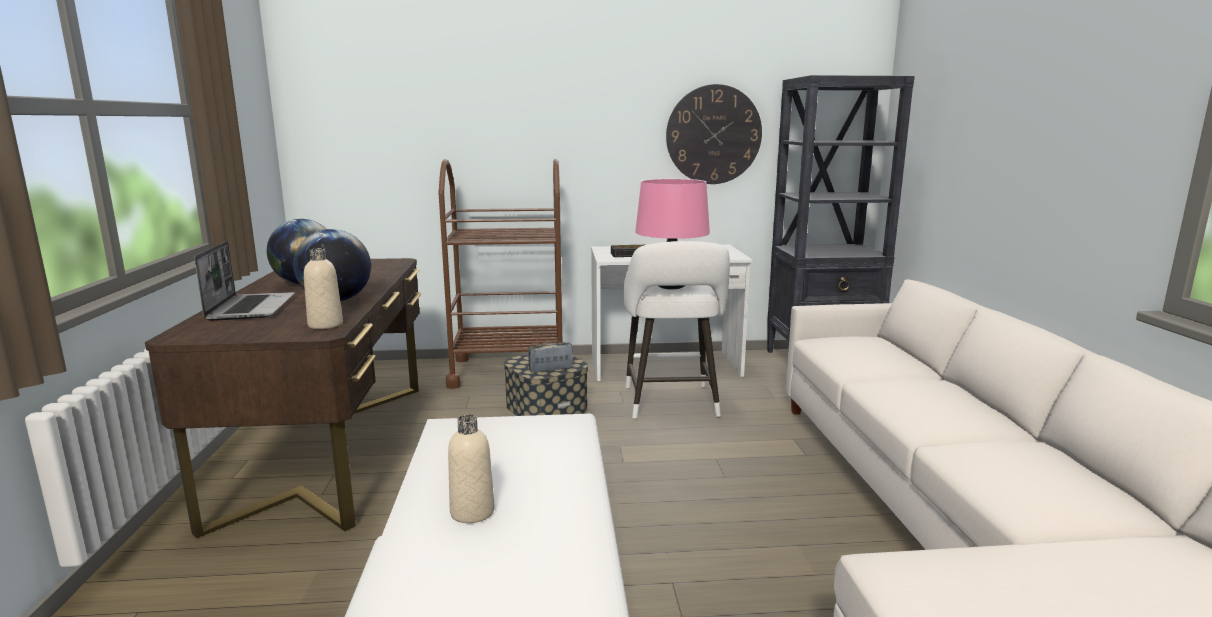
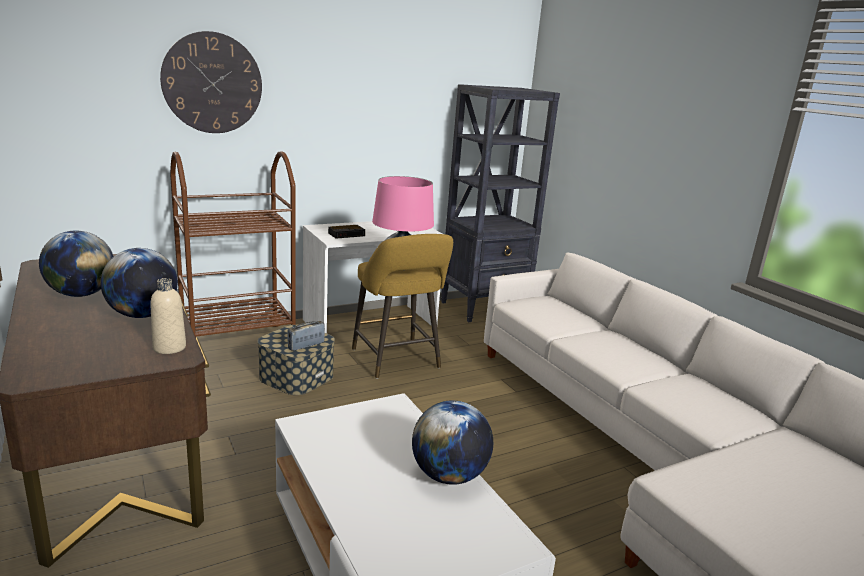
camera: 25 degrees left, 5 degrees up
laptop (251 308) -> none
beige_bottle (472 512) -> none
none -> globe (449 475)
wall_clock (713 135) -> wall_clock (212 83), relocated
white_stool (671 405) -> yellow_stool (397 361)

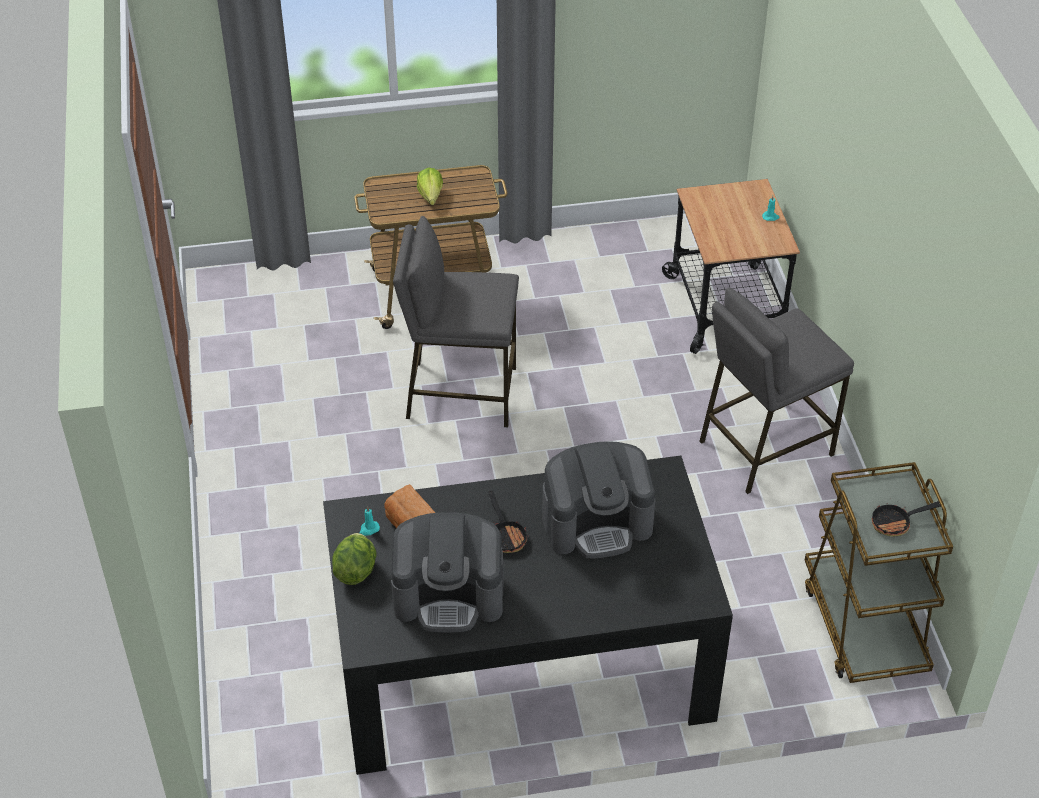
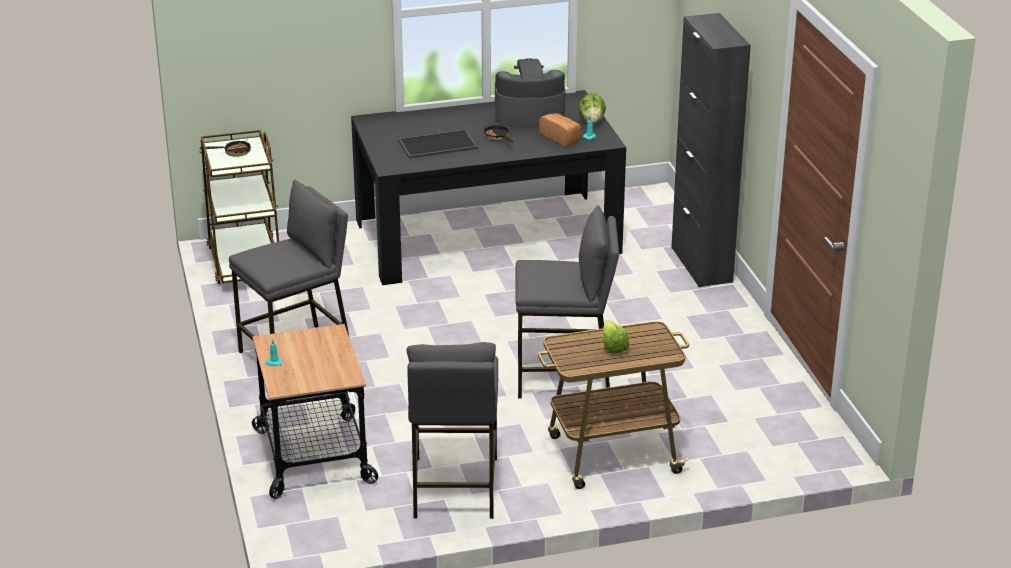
camera: 175 degrees right, 15 degrees down
none -> grey_stool (454 487)
none -> black_cabinet (701 265)
coffee_machine (597 522) -> tray (437 145)

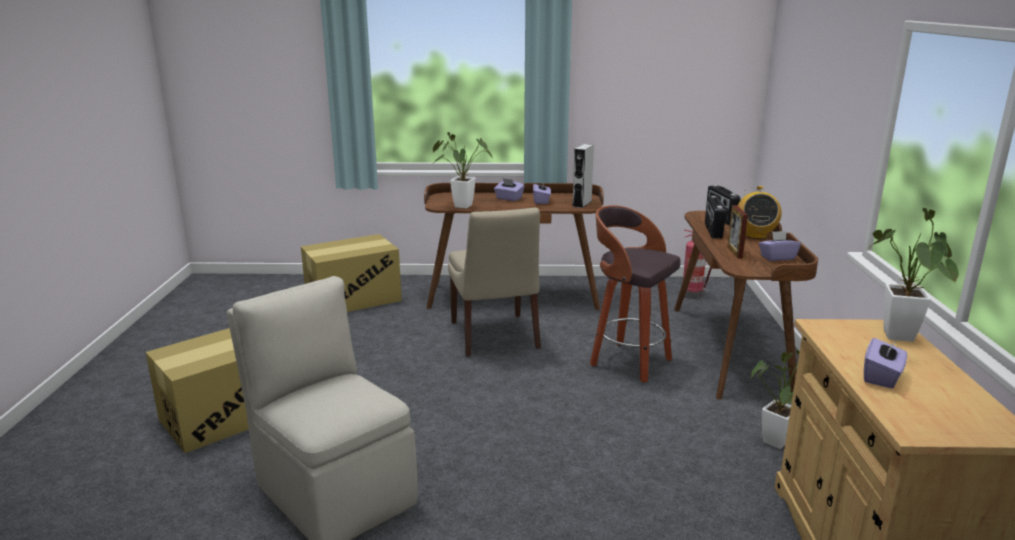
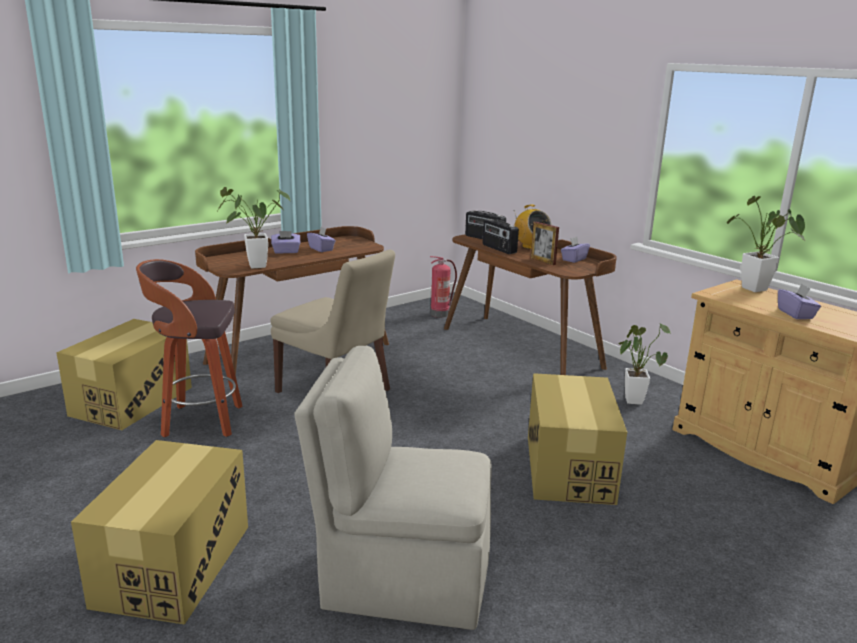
camera: 40 degrees left, 0 degrees up
grey_speaker (582 203) -> none
none -> cardboard_box (569 469)
stool (628 362) -> stool (200 421), relocated

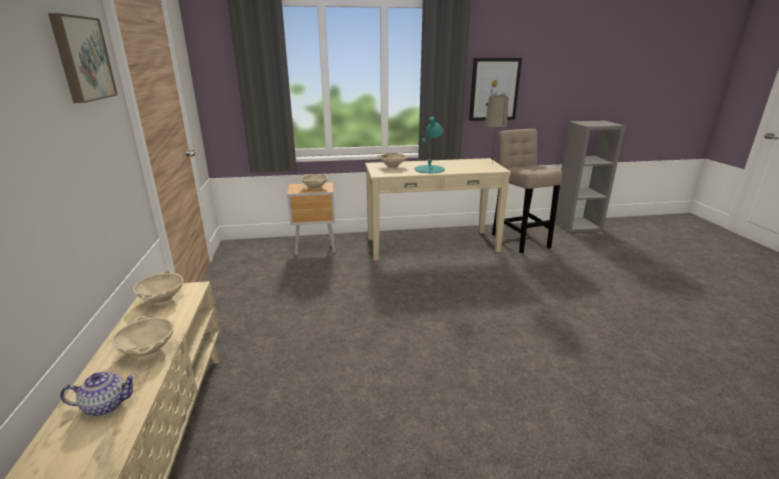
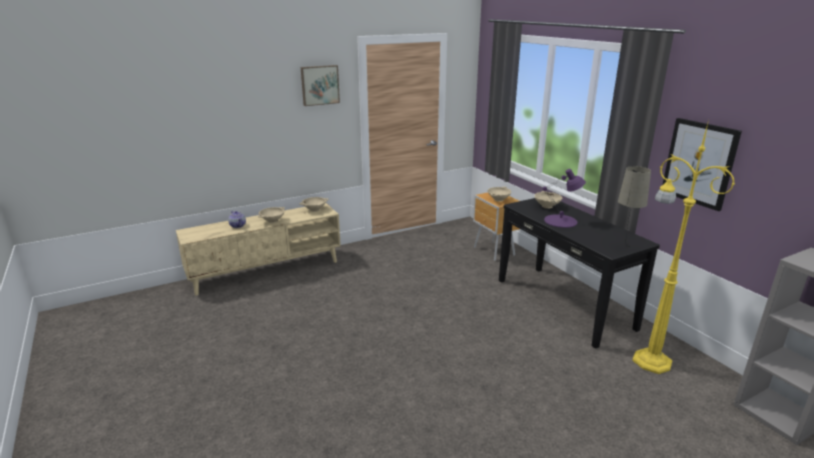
camera: 70 degrees right, 0 degrees up
beige_stool (519 239) -> yellow_floor_lamp (650 360)
beige_console_table (431 245) -> black_console_table (564 303)
turquoise_table_lamp (429 169) -> purple_table_lamp (561 221)

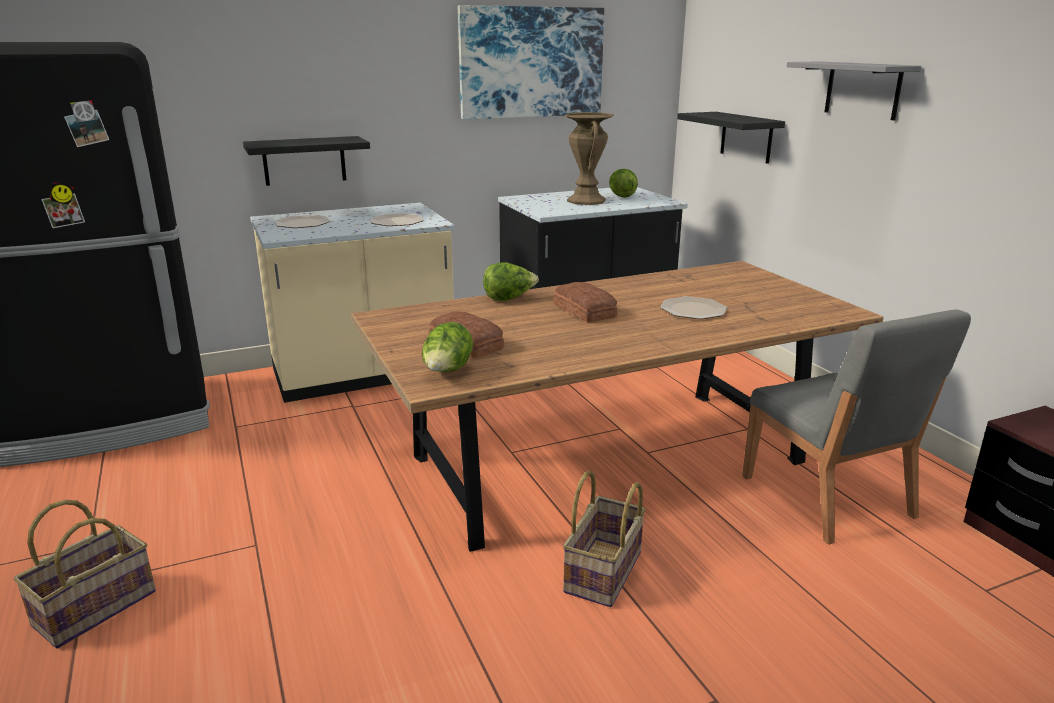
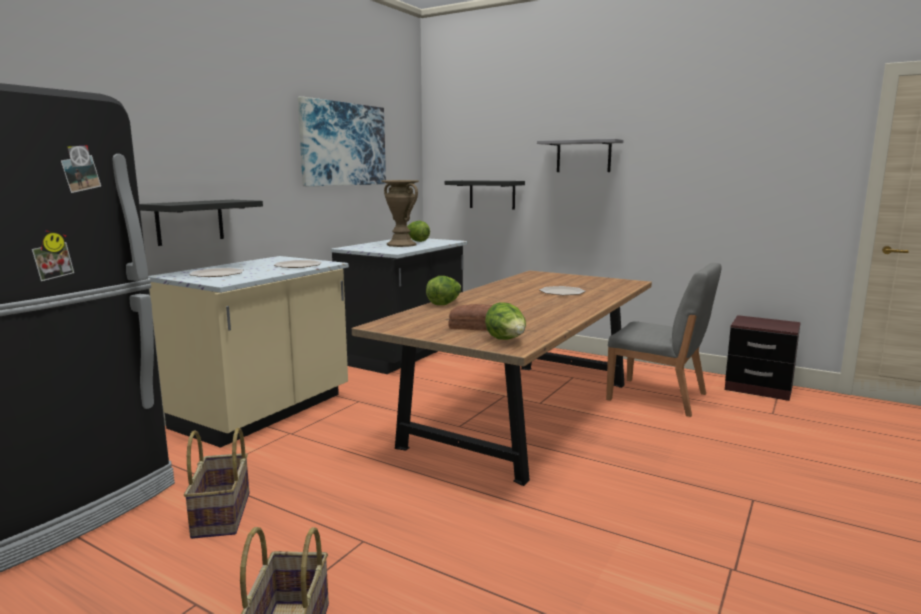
camera: 35 degrees left, 10 degrees down
bread (585 310) -> none
basket (604 573) -> basket (223 515), relocated

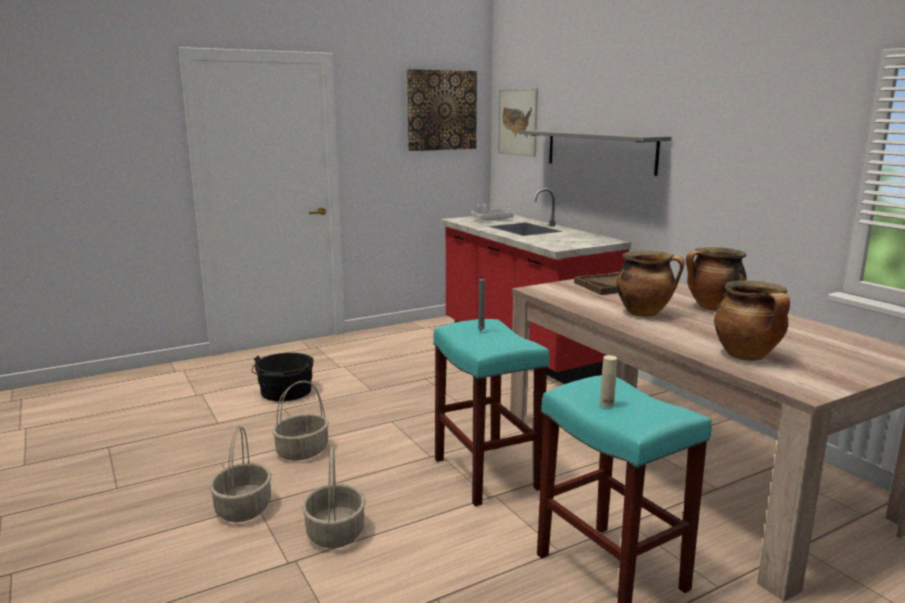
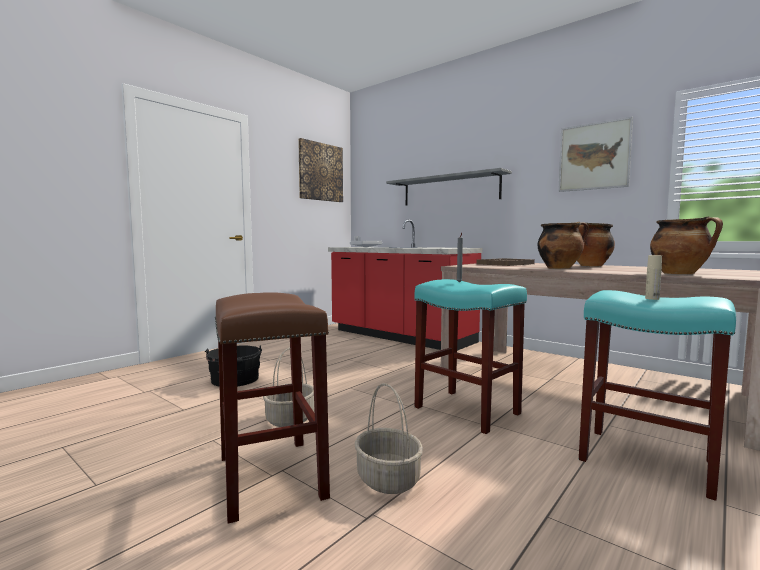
camera: 20 degrees left, 10 degrees down
picture (517 122) -> picture (593 156), relocated
basket (243 508) -> brown_stool (269 476)

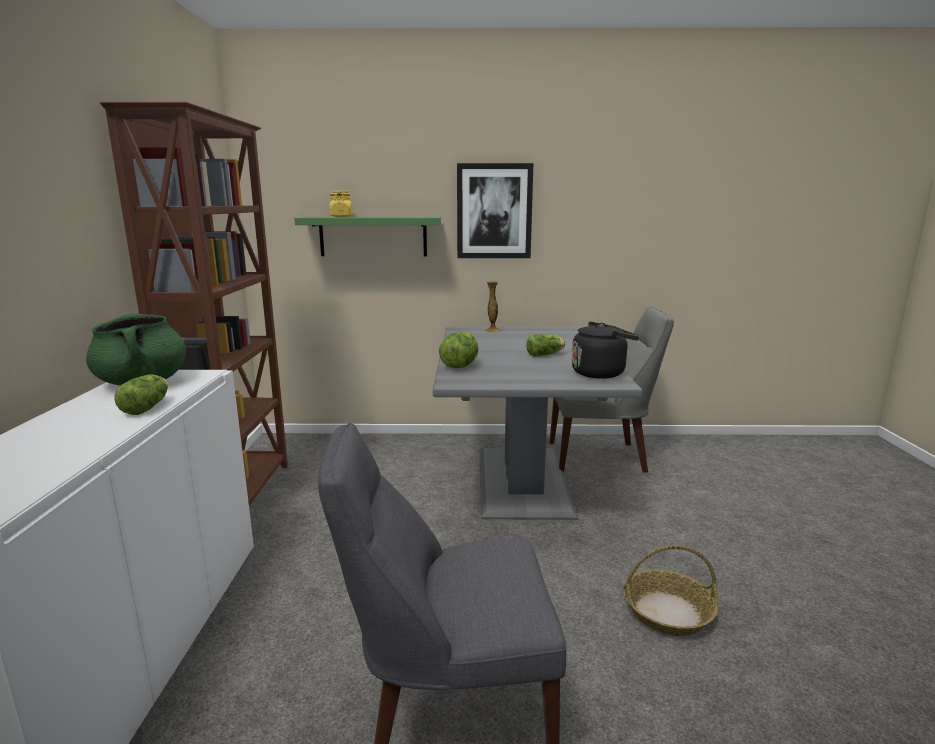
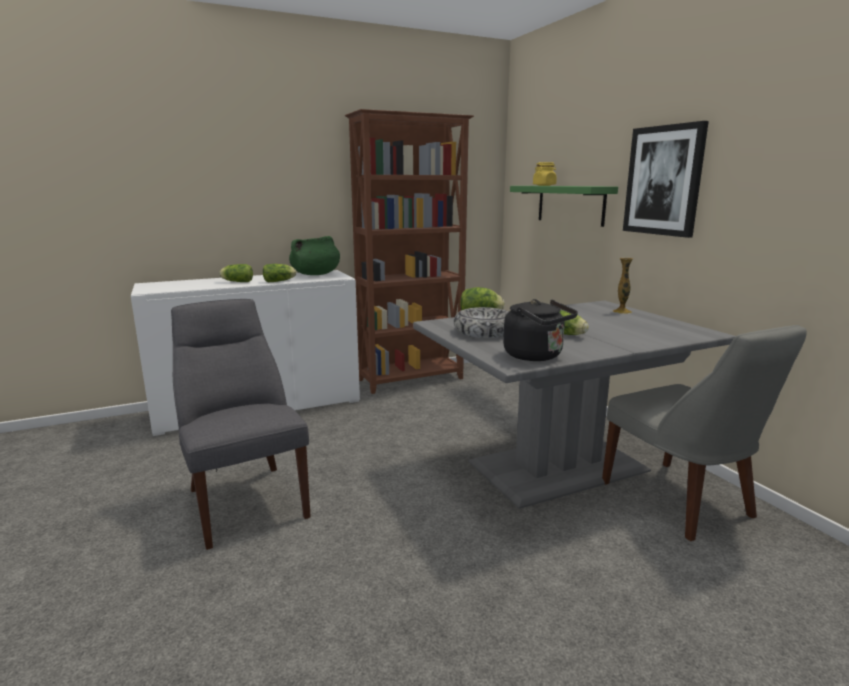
camera: 65 degrees right, 0 degrees up
basket (668 612) -> none
none -> lettuce (236 282)
none -> bowl (484 332)

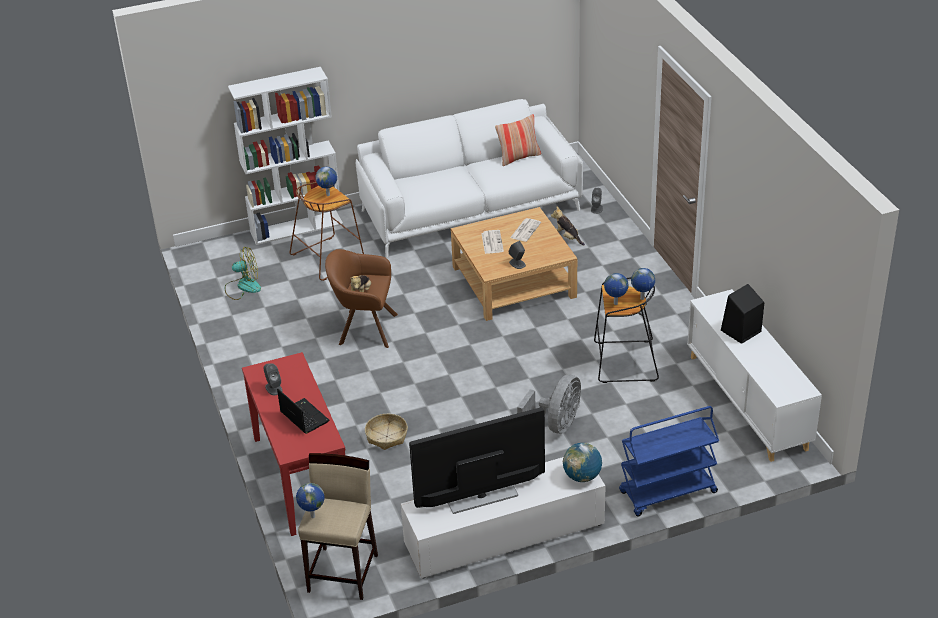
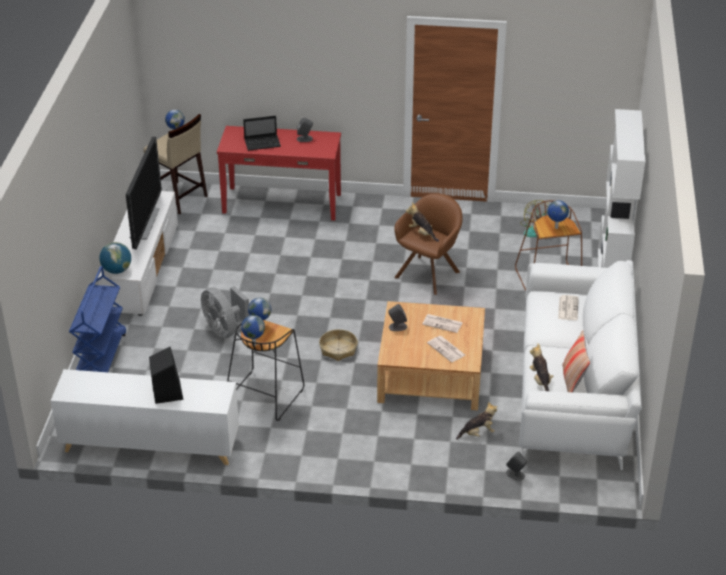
camera: 115 degrees right, 0 degrees up
none -> plush_toy (540 381)
none -> newspaper (568 308)
basket (386 436) -> basket (338 349), relocated

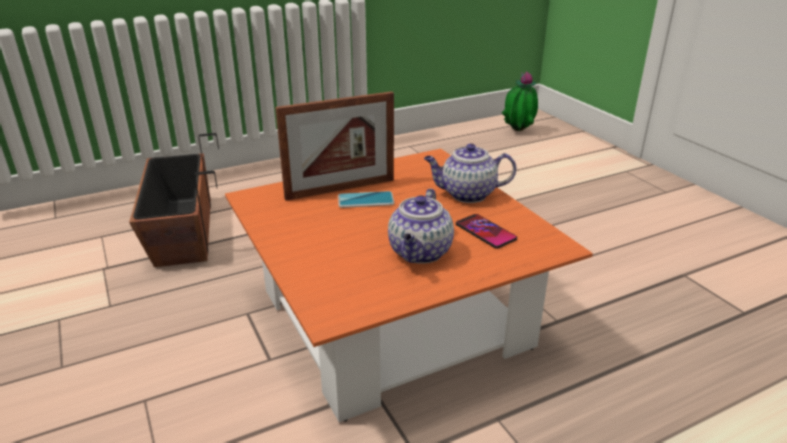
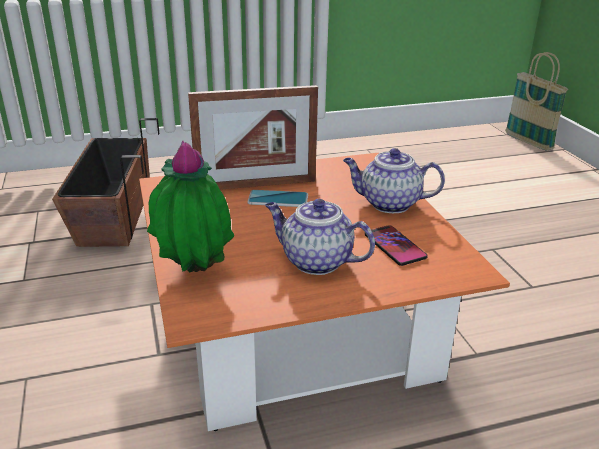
camera: 10 degrees right, 0 degrees up
none -> basket (528 142)
potted_plant (517 132) -> potted_plant (194 274), relocated
teapot (420 253) -> teapot (315 261), 90 degrees clockwise

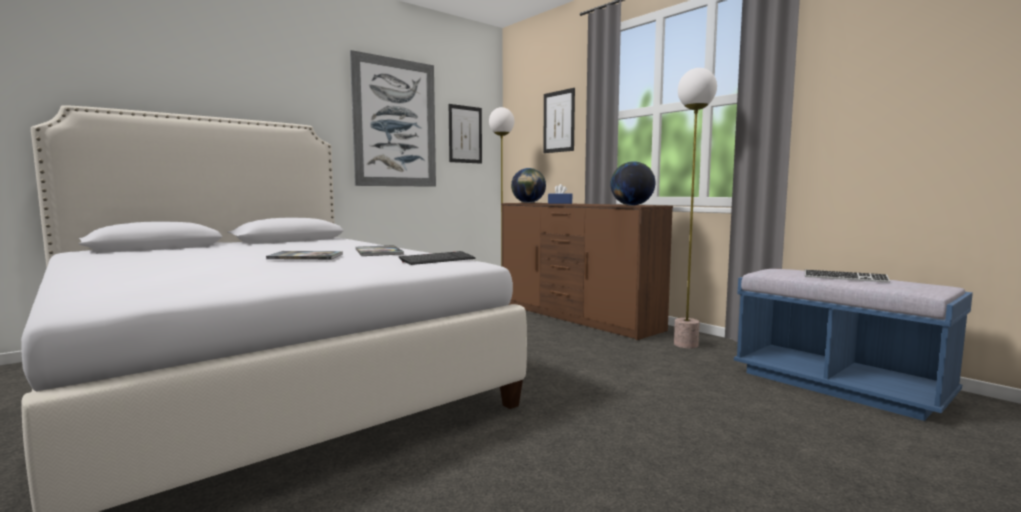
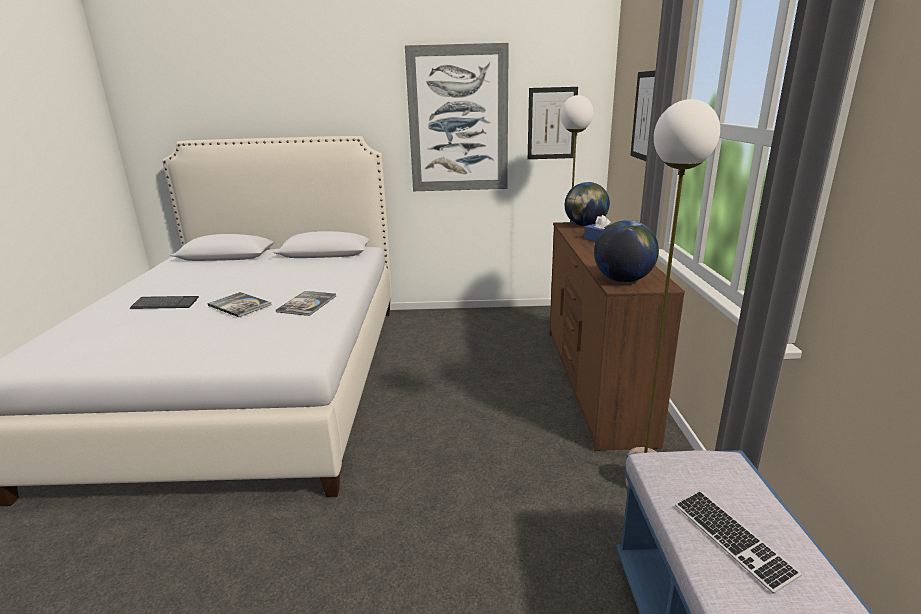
camera: 40 degrees right, 15 degrees up
keyboard (437 260) -> keyboard (165 304), relocated

